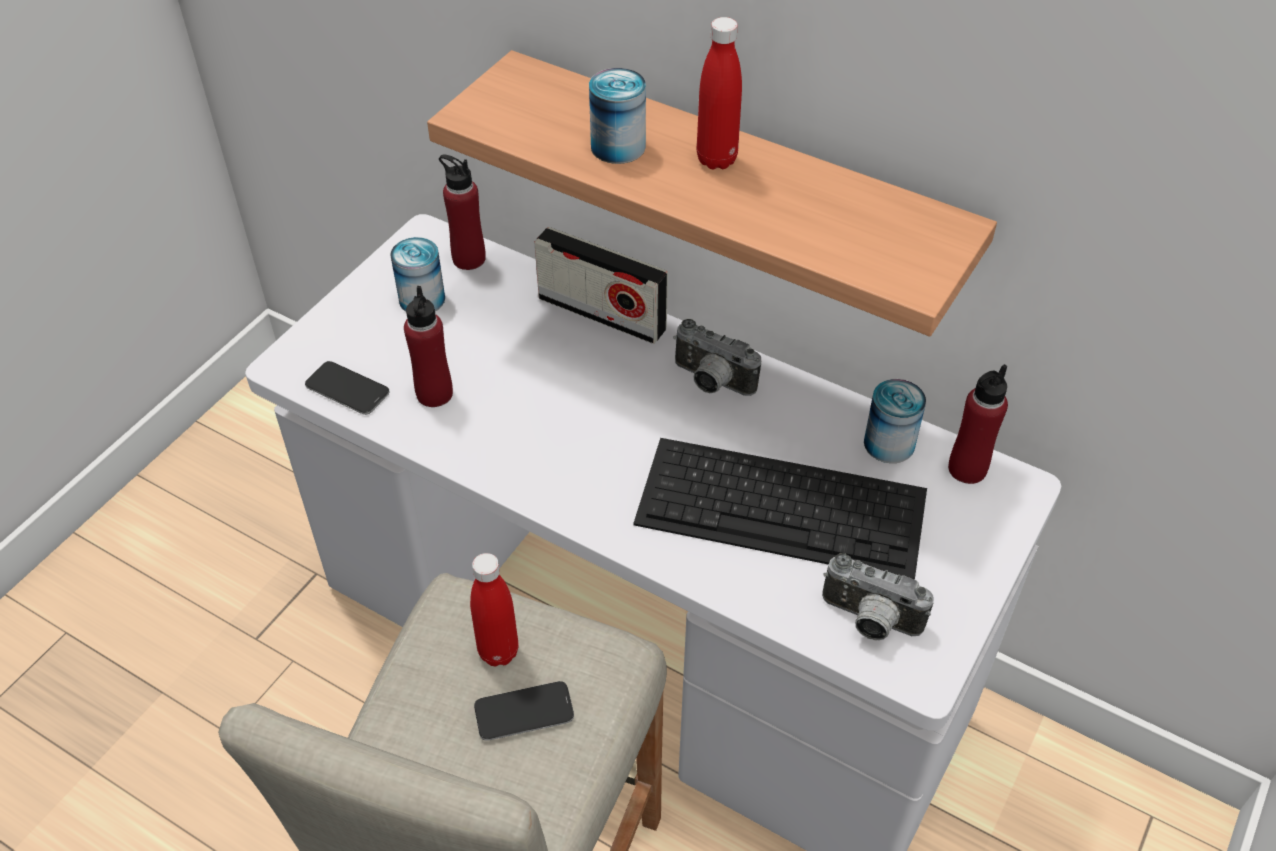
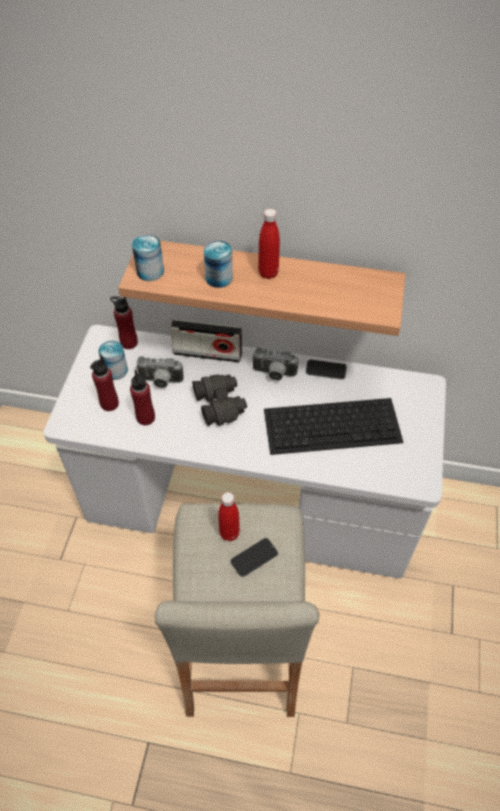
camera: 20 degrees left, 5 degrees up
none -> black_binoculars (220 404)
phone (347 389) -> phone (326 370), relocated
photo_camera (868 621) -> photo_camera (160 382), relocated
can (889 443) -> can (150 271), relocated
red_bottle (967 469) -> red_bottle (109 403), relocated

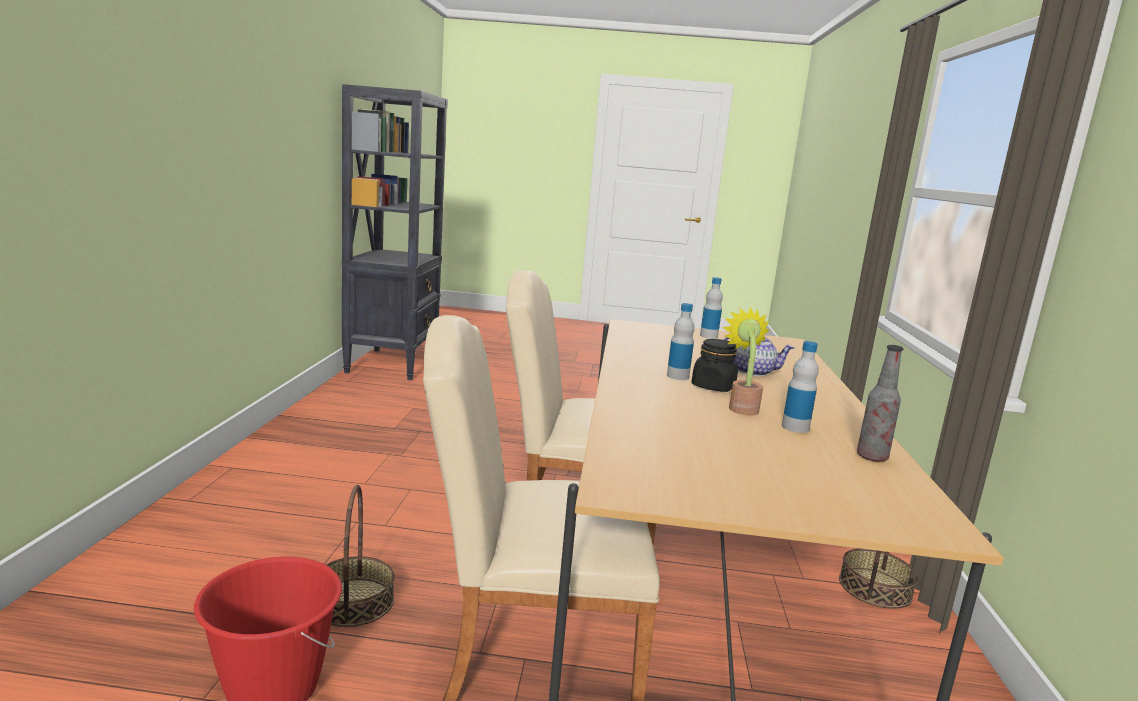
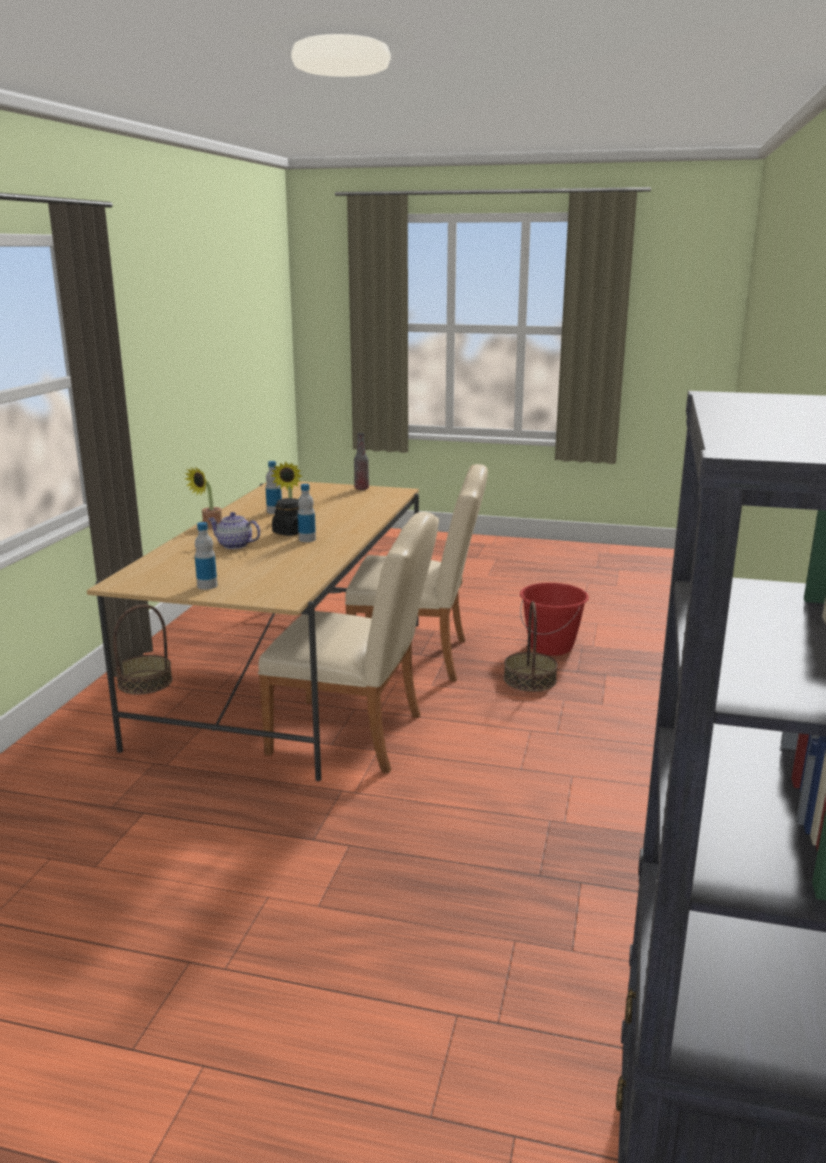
camera: 170 degrees left, 5 degrees up
none -> potted_plant (209 527)
bottle (871 457) -> bottle (361 489), relocated

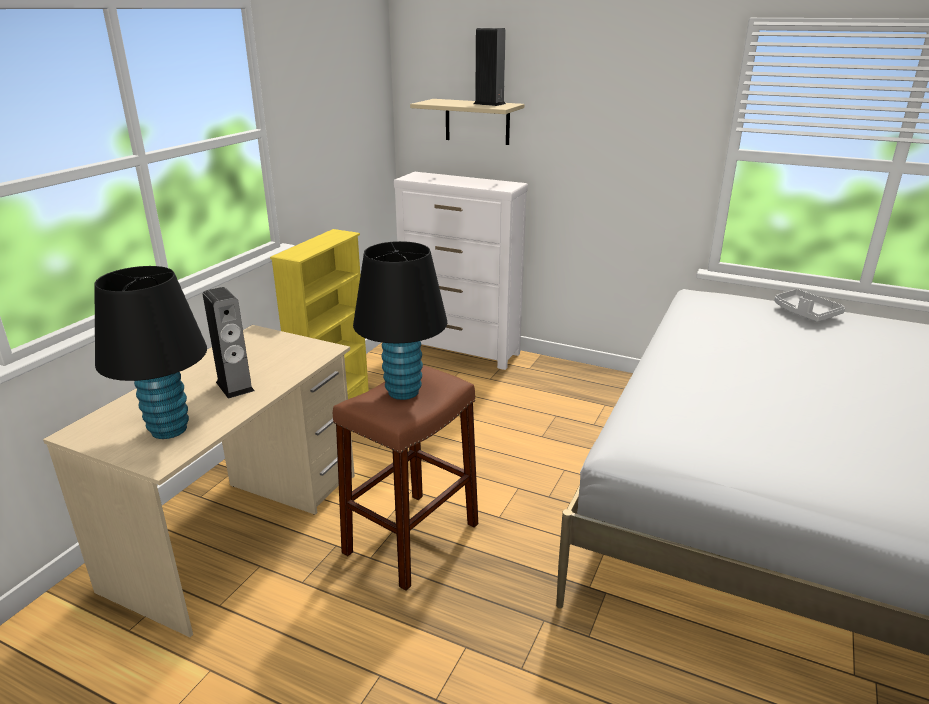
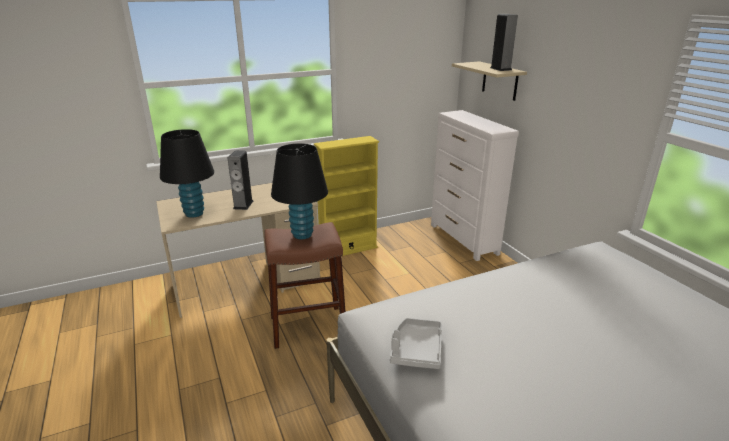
camera: 40 degrees right, 0 degrees up
grey_tray (805 313) -> grey_tray (416 350), relocated

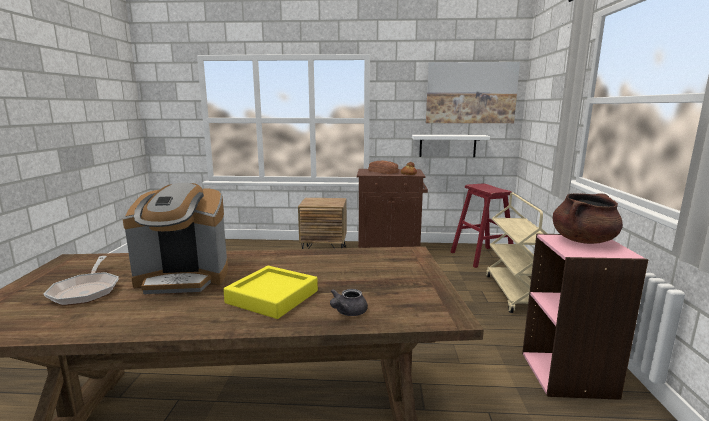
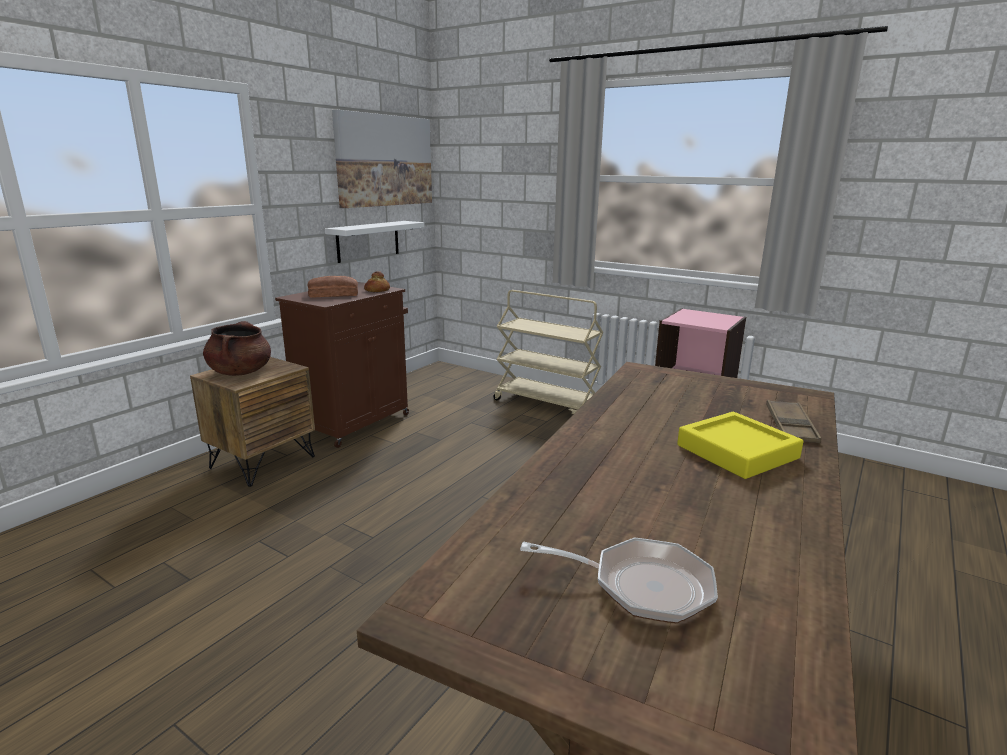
camera: 60 degrees left, 5 degrees up
coffee_machine (184 278) -> none
red_stool (482 257) -> none
brown_cooking_pot (583 240) -> brown_cooking_pot (240 372), relocated
grey_teapot (347 312) -> brown_tray (790 426)

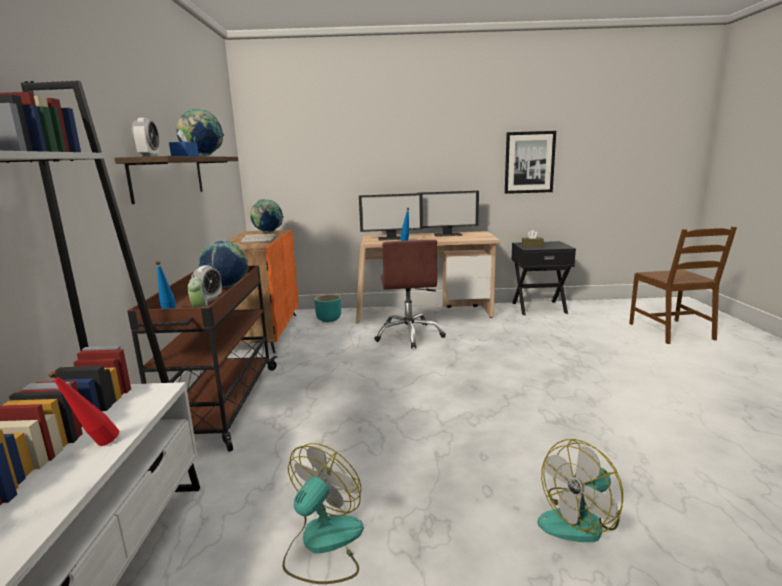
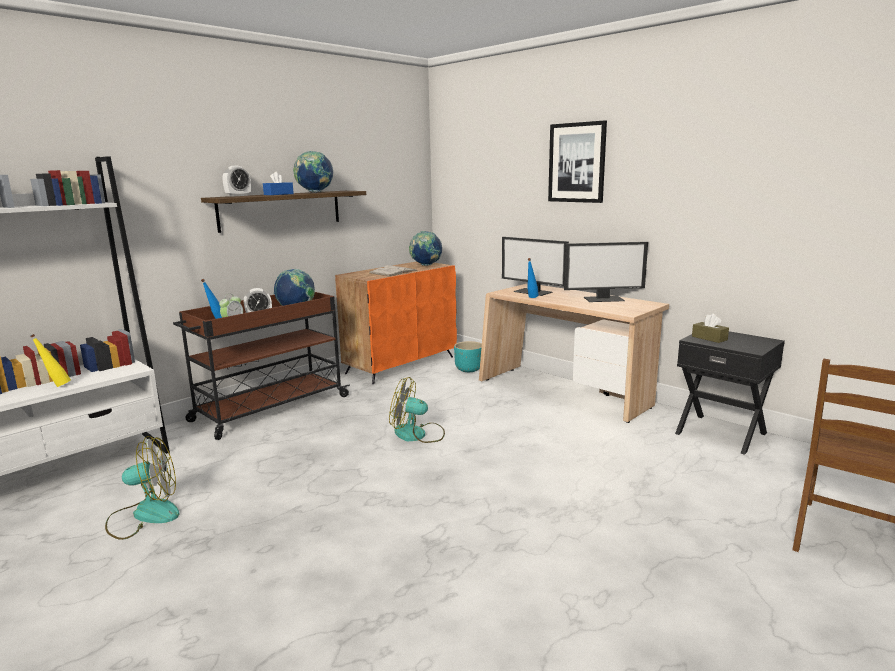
camera: 45 degrees right, 0 degrees up
brown_office_chair (409 335) -> none
picture (529 162) -> picture (577 162), relocated
fan (580 520) -> fan (417 434), relocated
red_bottle (95 446) -> yellow_bottle (56 386)
monitor (448 234) -> monitor (604 299), 45 degrees counterclockwise

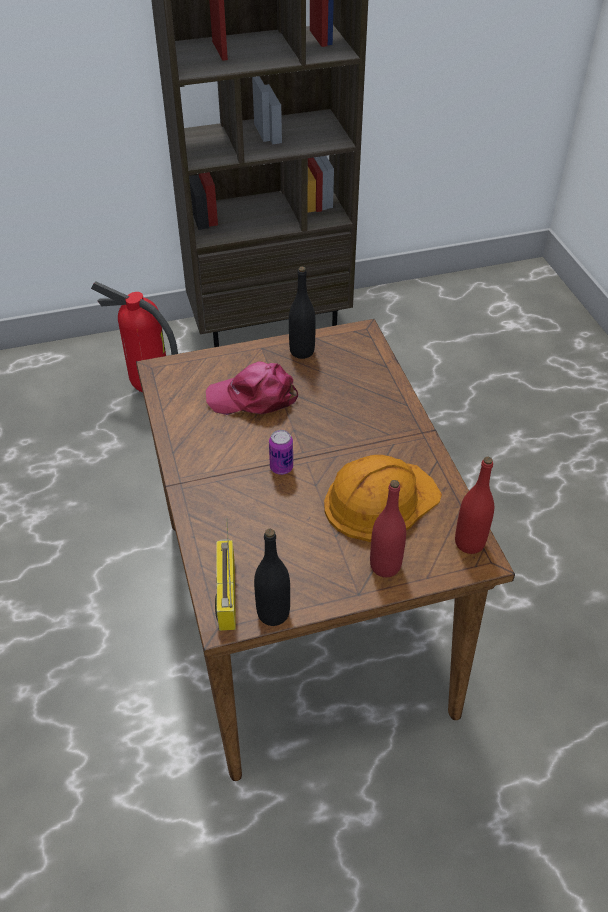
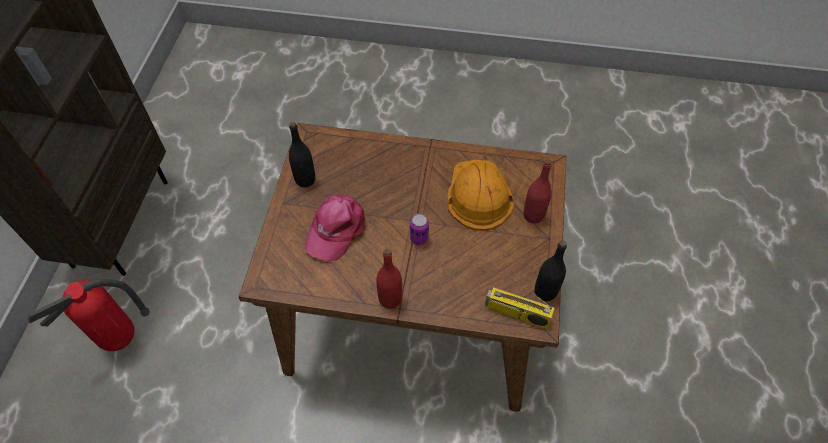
camera: 65 degrees left, 10 degrees up
red_bottle (469 543) -> red_bottle (390 299), relocated

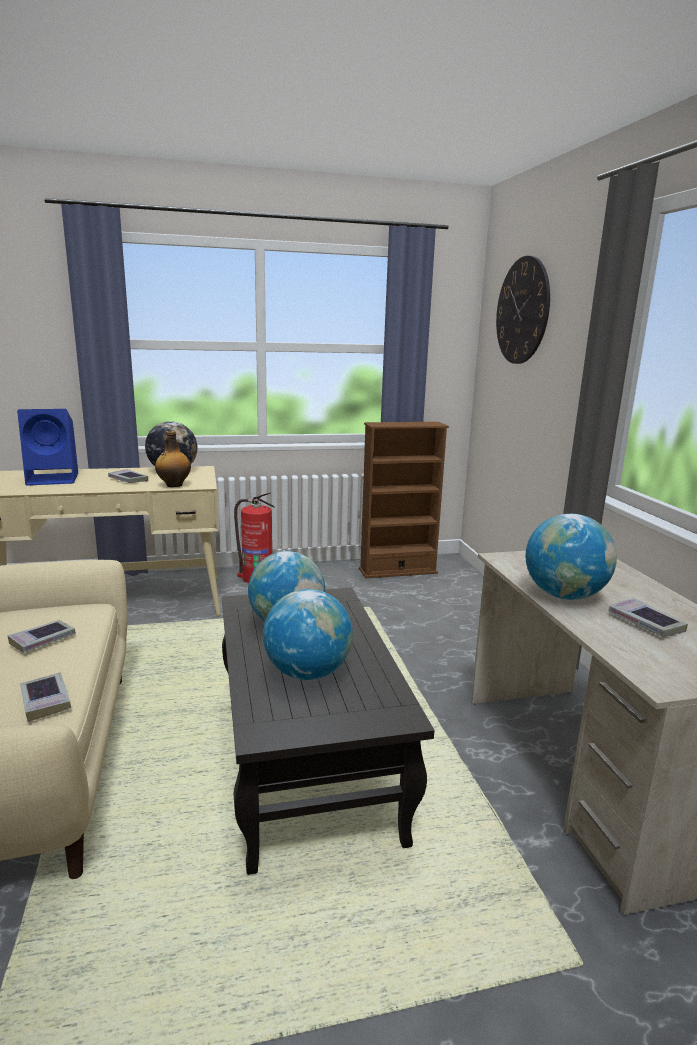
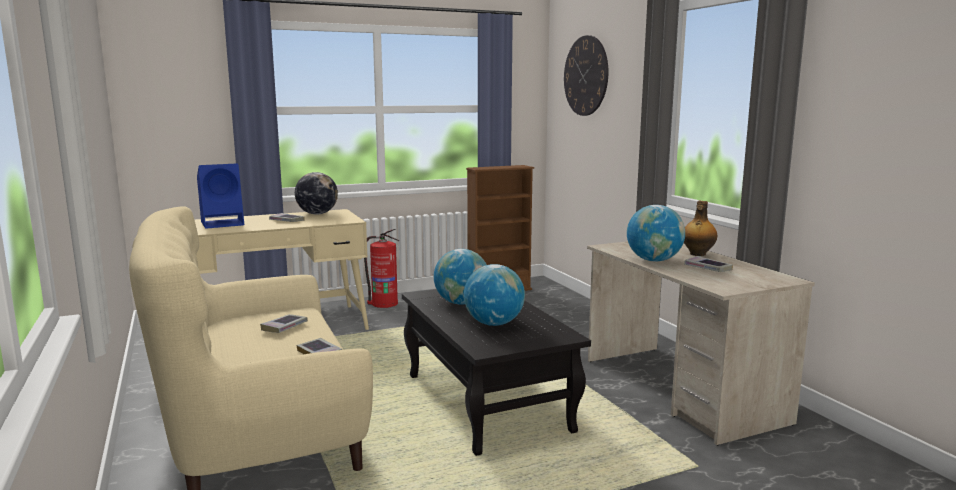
camera: 10 degrees left, 5 degrees down
bottle (173 485) -> bottle (697 254), relocated

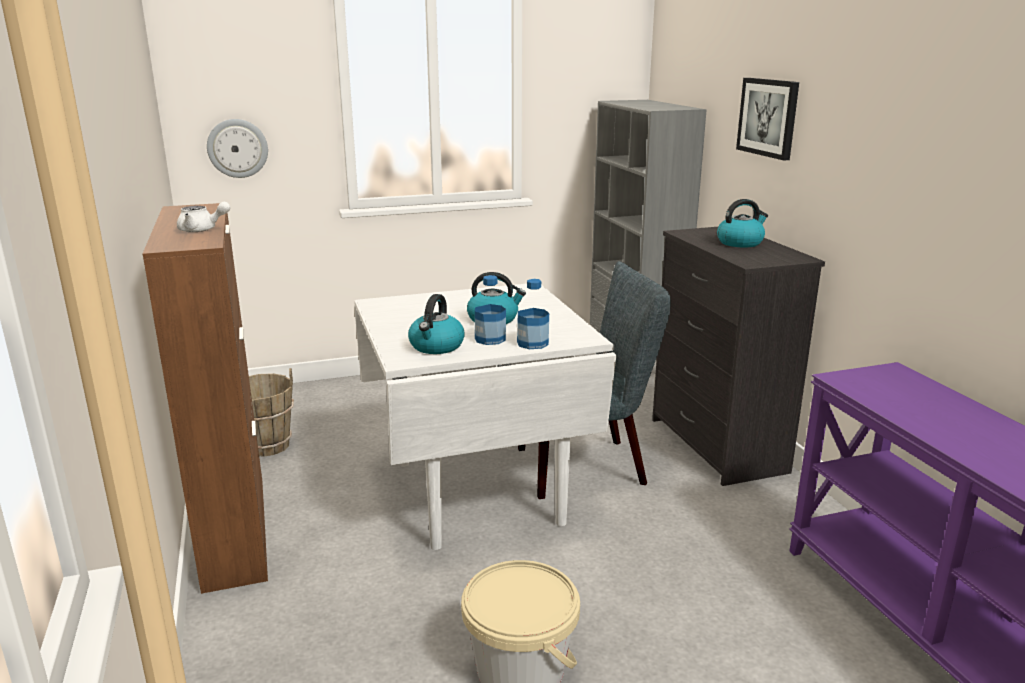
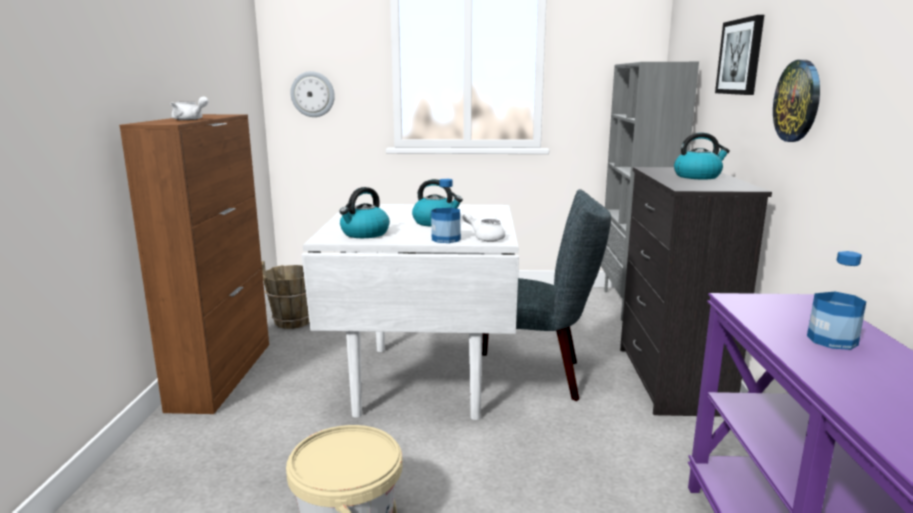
camera: 20 degrees right, 5 degrees down
none -> white_teapot (485 238)
none -> wall_clock (798 101)
bottle (490 339) -> bottle (832 340), relocated

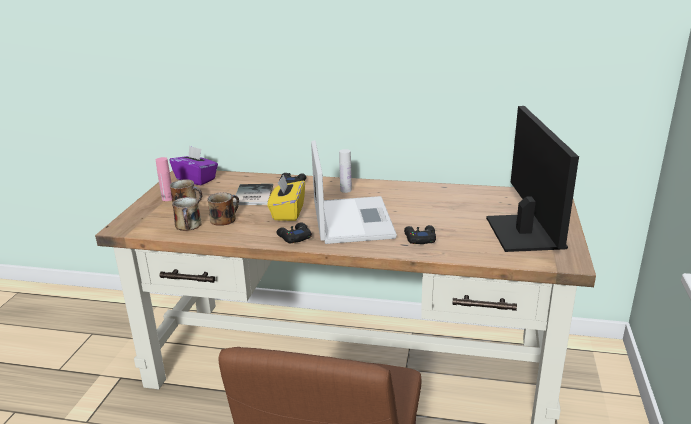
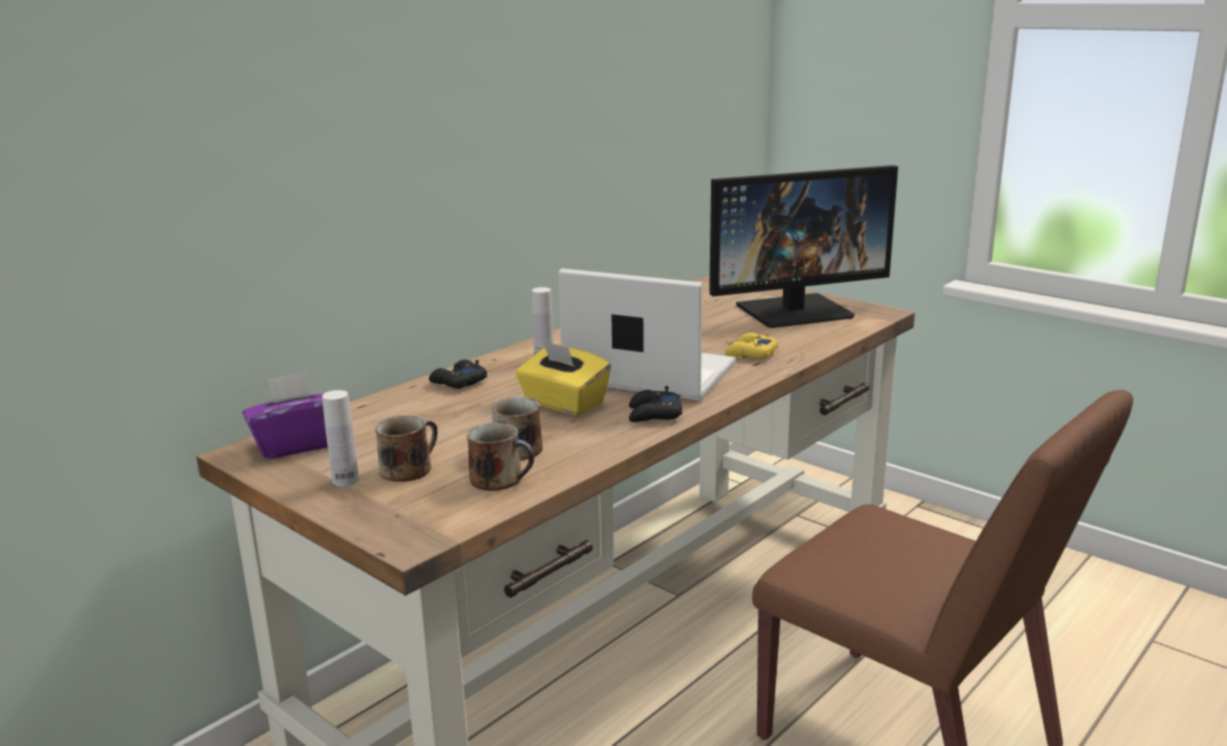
camera: 60 degrees left, 5 degrees down
book (252 196) -> none
pink_bottle (167 198) -> white_bottle (345 480)
black_game_controller (419 238) -> yellow_game_controller (751 353)
monitor (524 232) -> monitor (795 311), 135 degrees clockwise

